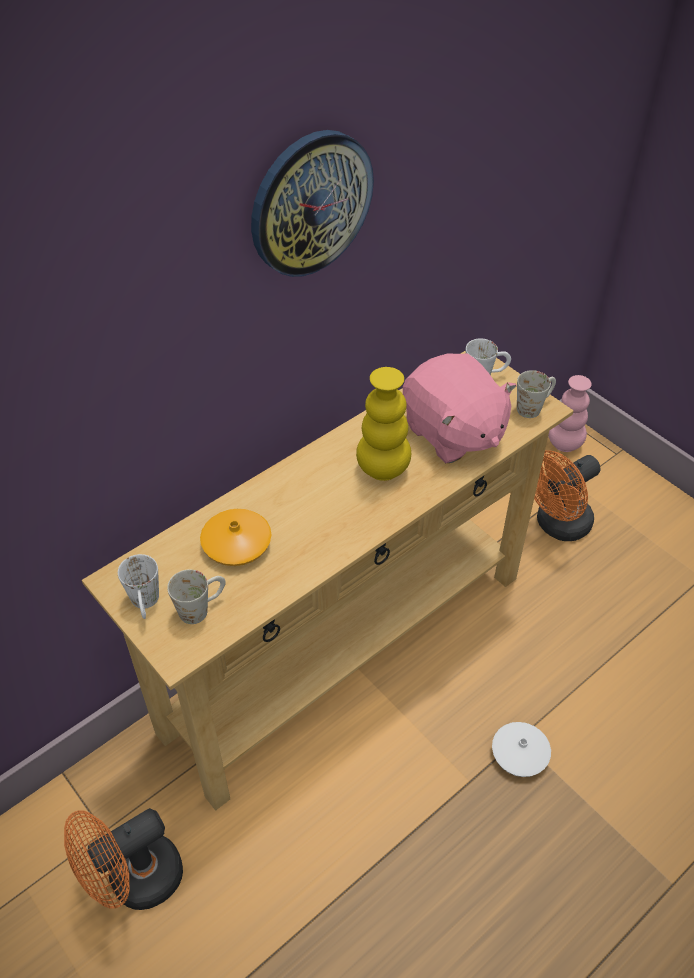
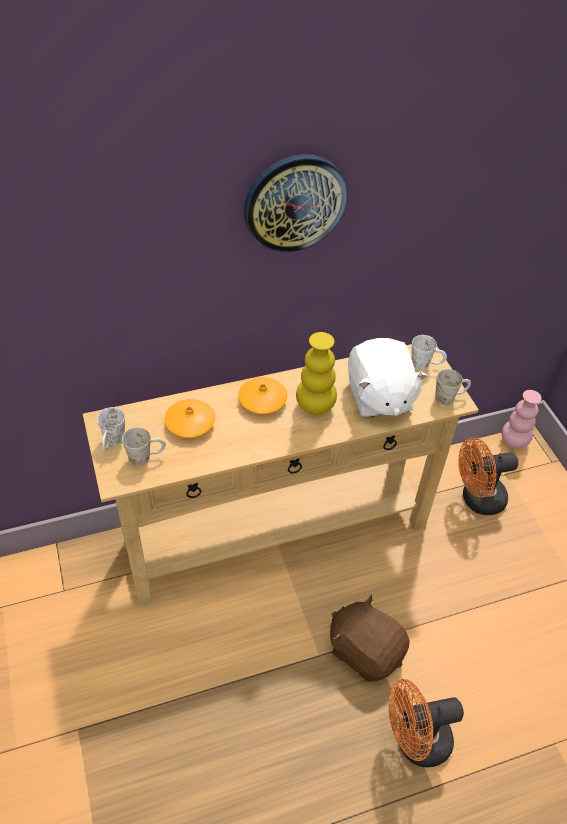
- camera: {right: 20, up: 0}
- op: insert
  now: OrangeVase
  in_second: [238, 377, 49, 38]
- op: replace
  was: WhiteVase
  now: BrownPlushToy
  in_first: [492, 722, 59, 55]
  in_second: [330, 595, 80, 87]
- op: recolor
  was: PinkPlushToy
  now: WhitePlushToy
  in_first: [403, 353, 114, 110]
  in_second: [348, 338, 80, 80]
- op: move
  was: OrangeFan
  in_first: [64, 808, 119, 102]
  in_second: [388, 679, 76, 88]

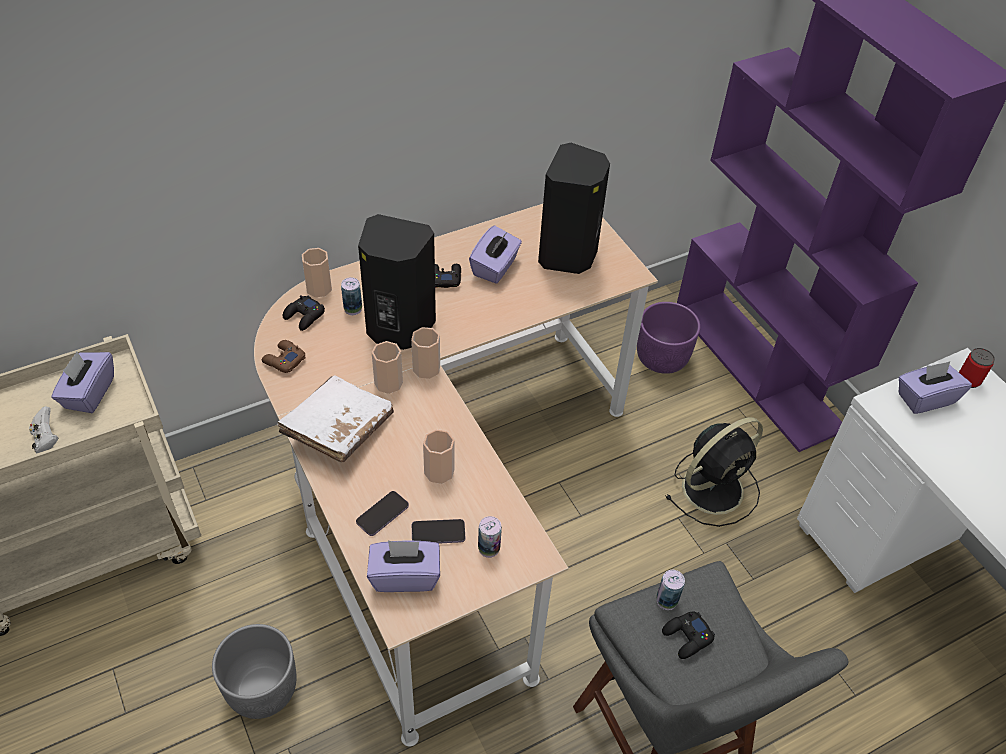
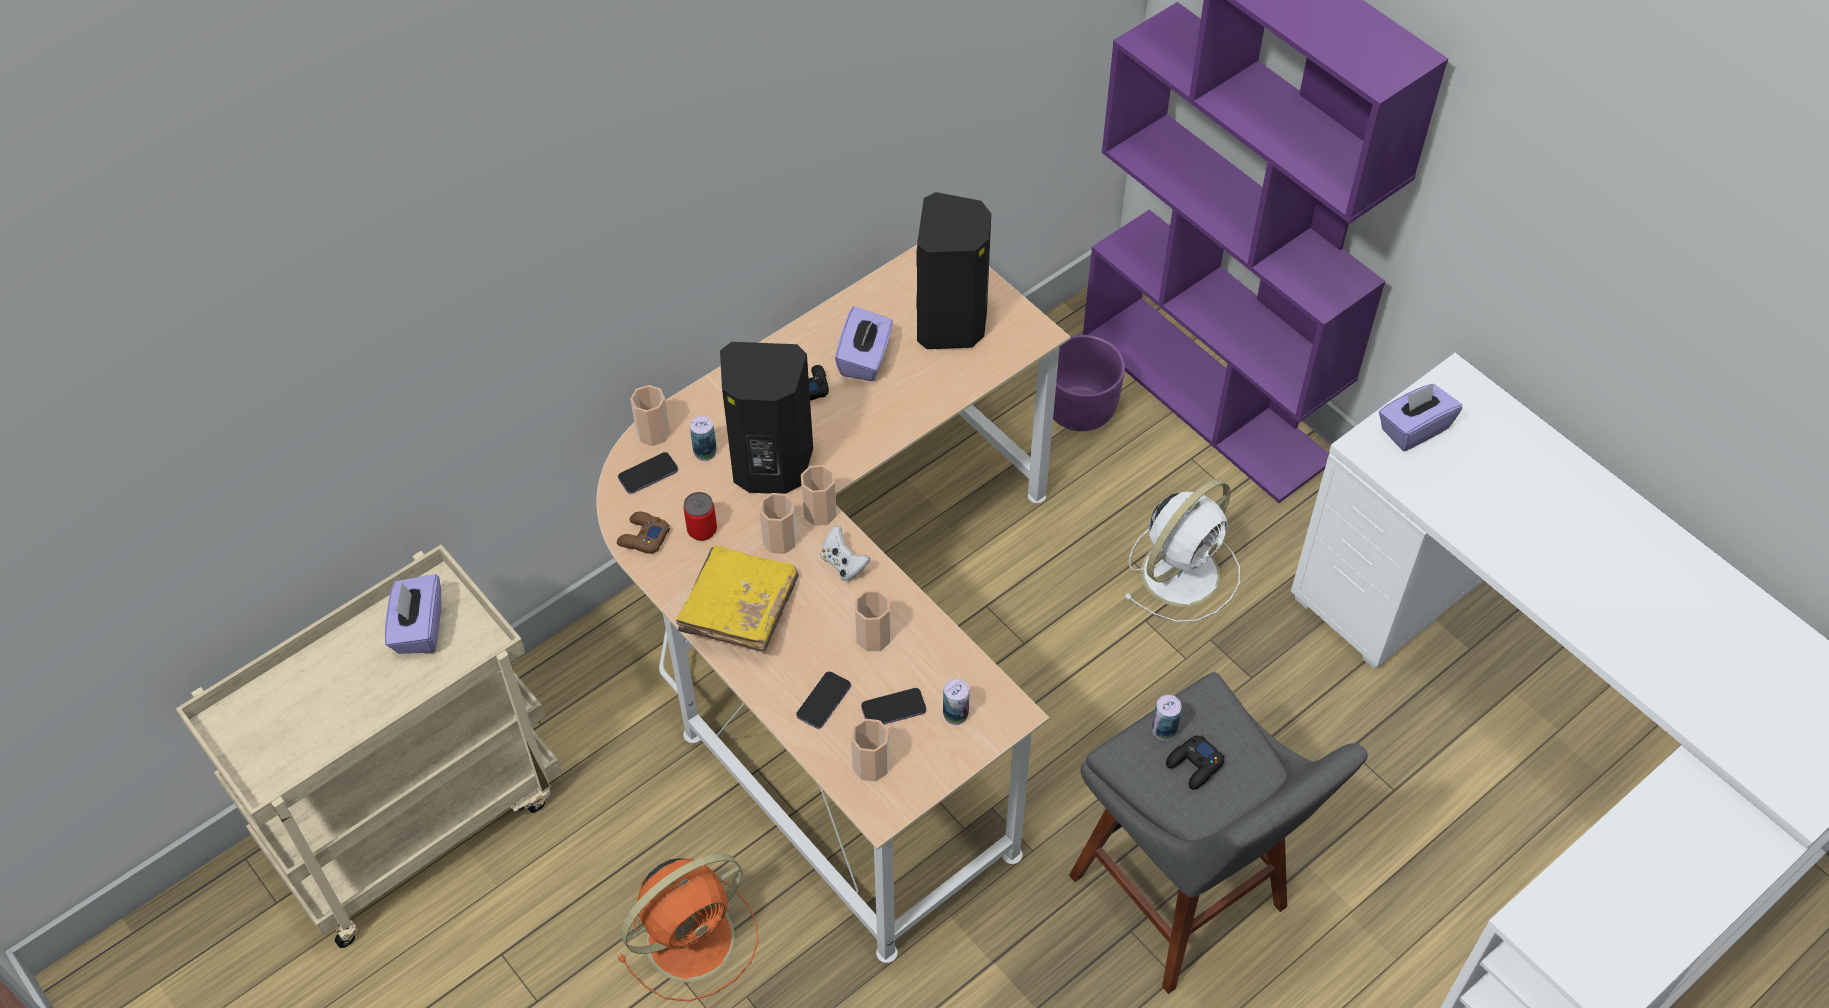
- camera: {right: -10, up: 5}
- op: replace
  was: BlackGameController
  now: Phone
  in_first: [283, 295, 42, 36]
  in_second: [618, 452, 60, 42]
- op: replace
  was: GreyPlanter
  now: OrangeFan
  in_first: [212, 624, 84, 95]
  in_second: [618, 854, 140, 148]
- op: recolor
  was: WhiteBook
  now: YellowBook
  in_first: [277, 375, 117, 87]
  in_second: [676, 545, 123, 107]
- op: move
  was: Can
  in_first: [959, 348, 36, 40]
  in_second: [683, 492, 34, 49]
- op: move
  was: WhiteGameController
  in_first: [29, 406, 29, 48]
  in_second: [820, 526, 50, 56]
- op: replace
  was: PurpleTissueBox
  now: Cup
  in_first: [367, 540, 73, 52]
  in_second: [851, 719, 39, 63]
- op: recolor
  was: BlackFan
  now: WhiteFan
  in_first: [665, 417, 98, 110]
  in_second: [1123, 479, 117, 143]

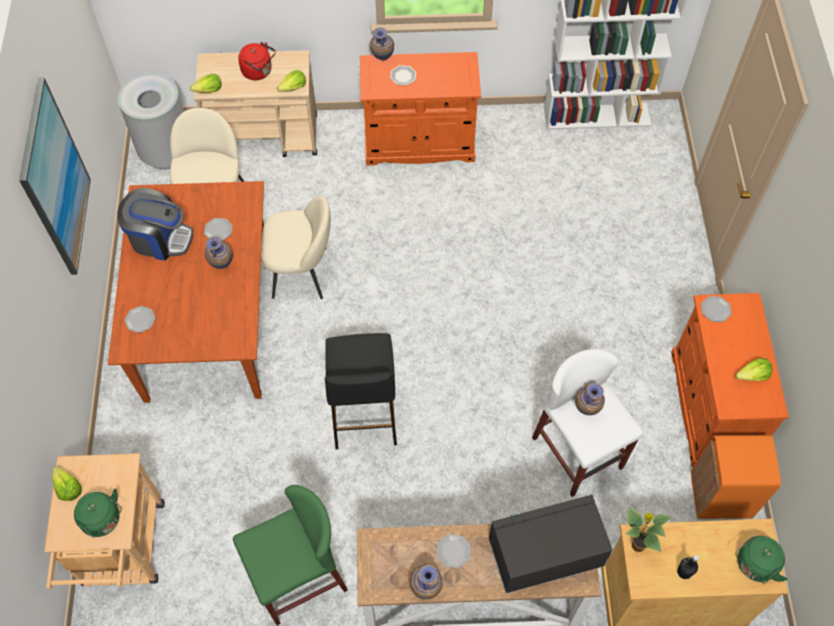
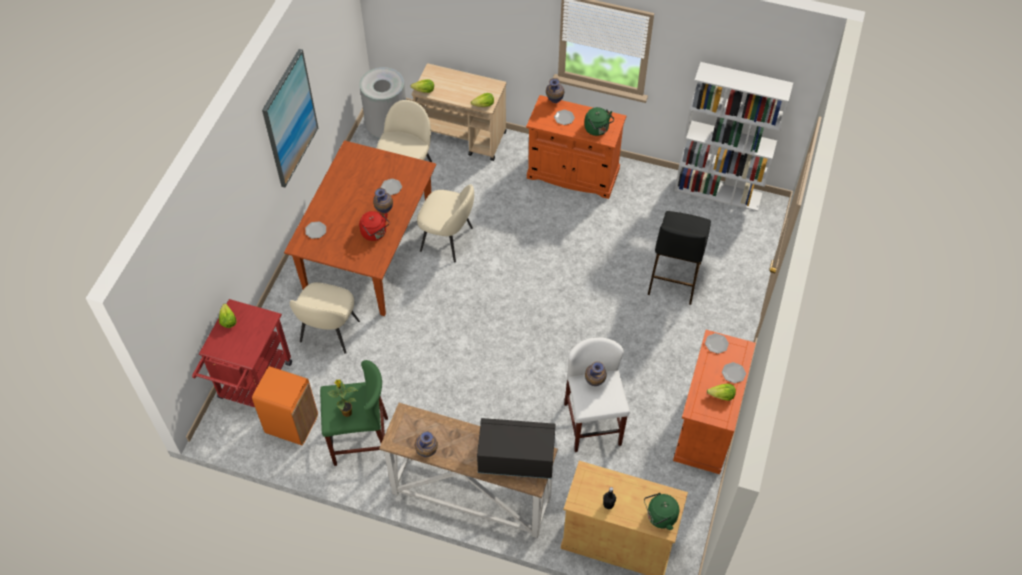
- camera: {right: 20, up: -5}
- op: recolor
  was: BeigeCart
  now: RedCart
  in_first: [44, 453, 121, 136]
  in_second: [192, 299, 100, 108]
- op: move
  was: OrangeTrashCan
  in_first: [691, 435, 90, 84]
  in_second: [252, 366, 66, 79]
- op: insert
  now: BeigeChair
  in_second: [290, 282, 70, 72]
- op: move
  was: PottedPlant
  in_first: [626, 507, 45, 45]
  in_second: [327, 380, 31, 37]
- op: move
  was: RedKettle
  in_first: [238, 42, 38, 38]
  in_second: [359, 211, 31, 30]
- op: move
  was: GreenKettle
  in_first: [74, 489, 48, 48]
  in_second: [584, 107, 30, 29]
- op: move
  was: BlackStool
  in_first: [325, 333, 72, 116]
  in_second: [648, 211, 63, 94]
- op: move
  was: Plate
  in_first: [436, 534, 35, 34]
  in_second: [722, 362, 24, 21]
- op: delete
  was: CoffeeMachine
  in_first: [117, 188, 76, 73]

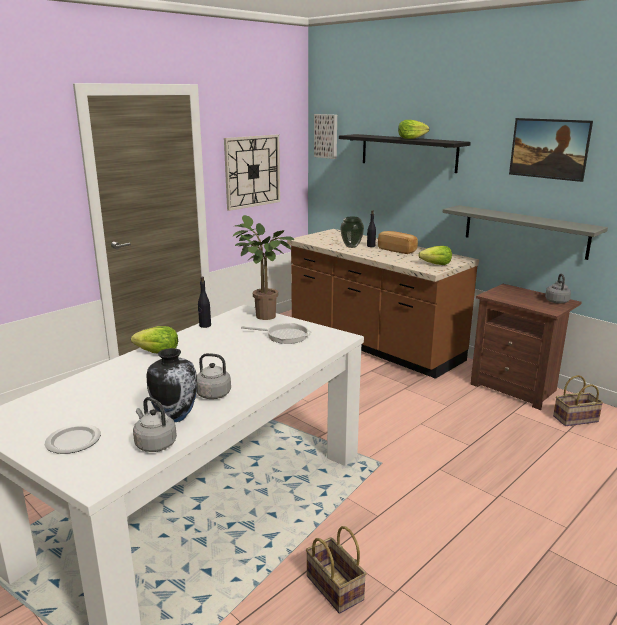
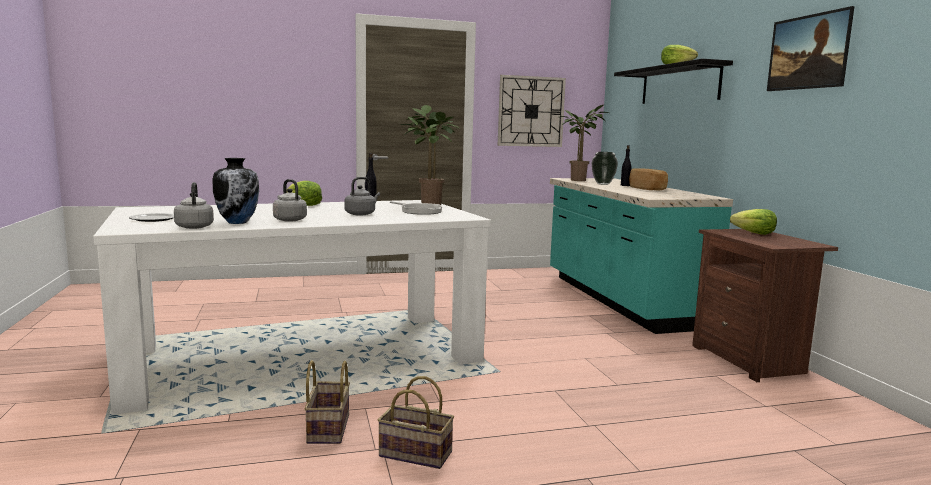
- camera: {right: 30, up: -10}
- op: move
  was: GreyKettle
  in_first: [545, 273, 26, 31]
  in_second: [345, 177, 35, 39]
- op: move
  was: Basket
  in_first: [553, 375, 50, 51]
  in_second: [378, 376, 76, 93]
- op: recolor
  was: BrownCounter
  now: TurquoiseCounter
  in_first: [287, 229, 192, 150]
  in_second: [550, 178, 183, 156]
- op: insert
  now: PottedPlant
  in_second: [560, 105, 49, 76]
- op: move
  was: Lettuce
  in_first: [419, 246, 33, 19]
  in_second: [730, 209, 47, 26]
- op: delete
  was: Picture
  in_first: [314, 114, 23, 45]
- op: delete
  was: GreyShelf
  in_first: [443, 205, 165, 55]

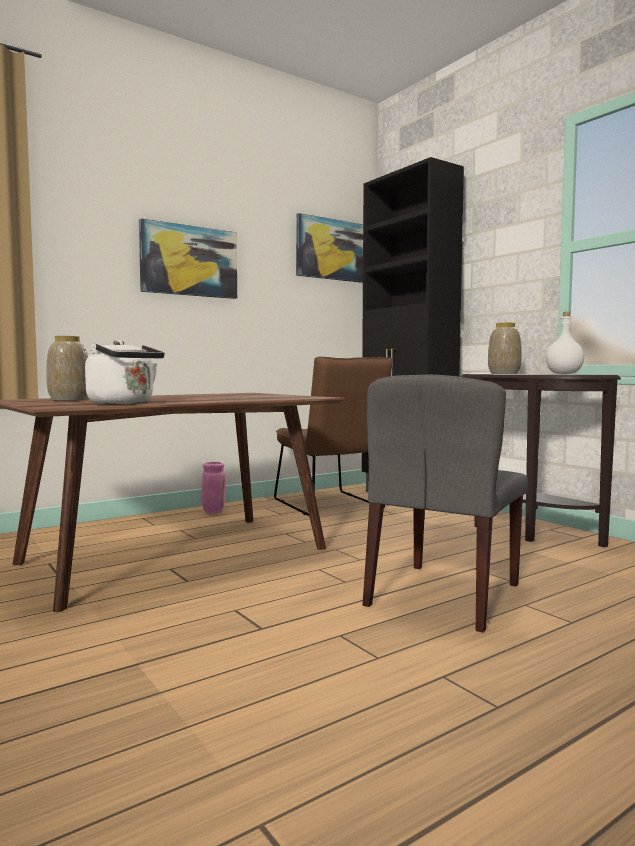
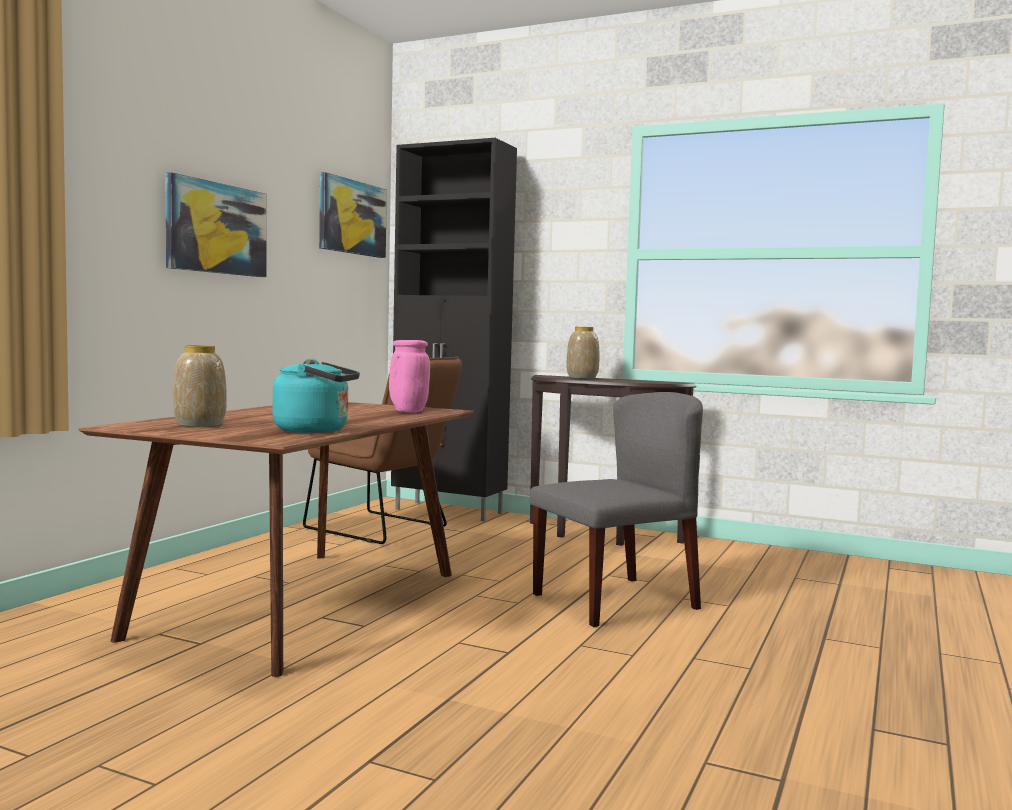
- camera: {right: -30, up: 0}
- op: recolor
  was: WhiteKettle
  now: TurquoiseKettle
  in_first: [85, 340, 80, 64]
  in_second: [273, 358, 87, 75]
- op: move
  was: PinkVase
  in_first: [201, 462, 25, 51]
  in_second: [389, 340, 41, 73]
- op: rotate
  was: GreyChair
  in_first: [363, 375, 165, 258]
  in_second: [529, 392, 174, 235]
  clockwise: -120
- op: delete
  was: WhiteBottle
  in_first: [546, 312, 38, 62]

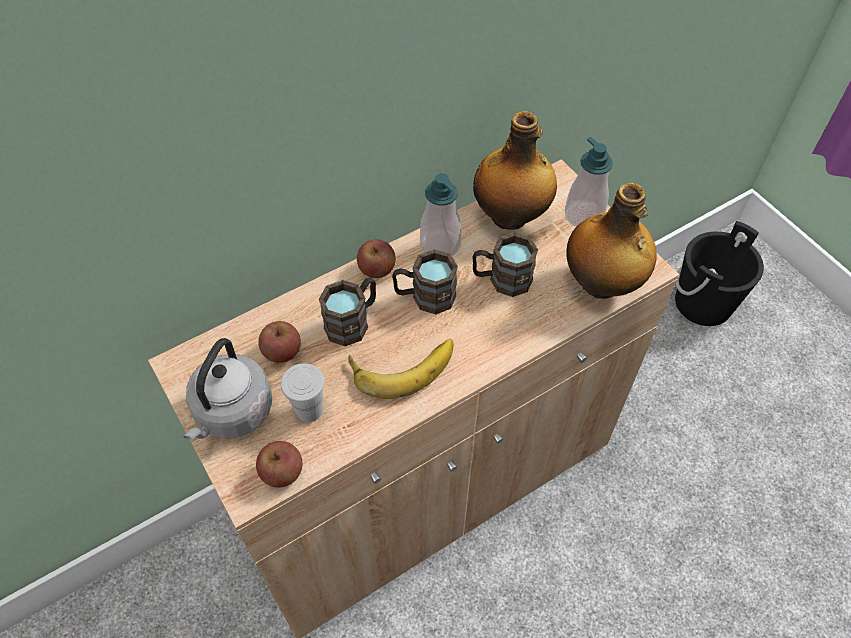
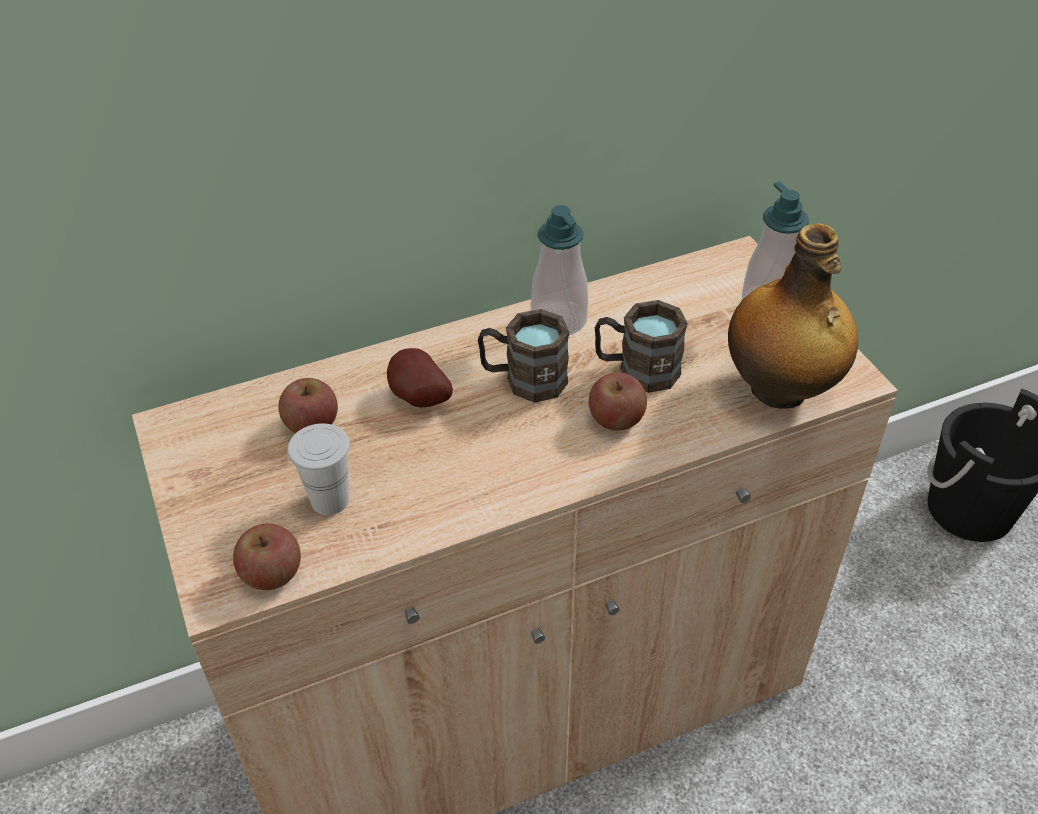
- camera: {right: 10, up: -10}
- op: replace
  was: BrownMug
  now: Potato
  in_first: [319, 277, 57, 69]
  in_second: [387, 348, 66, 60]
- op: move
  was: Apple
  in_first: [357, 239, 39, 39]
  in_second: [589, 372, 58, 59]
- op: delete
  was: GreyKettle
  in_first: [184, 338, 88, 103]
- op: delete
  was: Banana
  in_first: [348, 339, 106, 60]
- op: delete
  was: Bottle
  in_first: [473, 111, 84, 119]

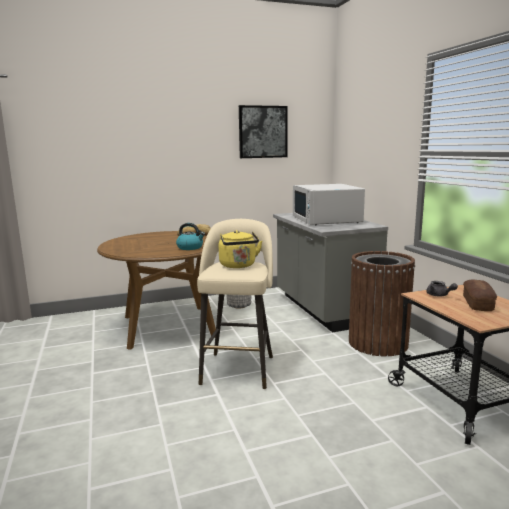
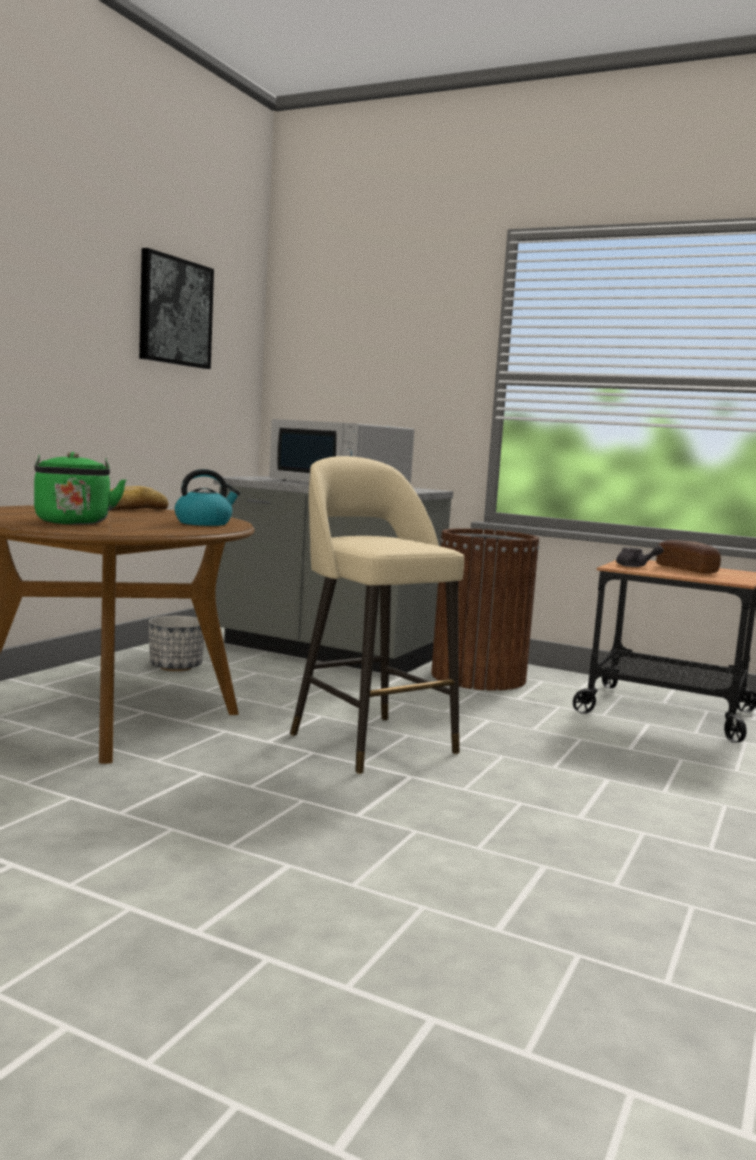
- camera: {right: -45, up: -5}
- op: insert
  now: GreenKettle
  in_second: [34, 452, 93, 73]
- op: delete
  was: YellowKettle
  in_first: [219, 230, 43, 38]

